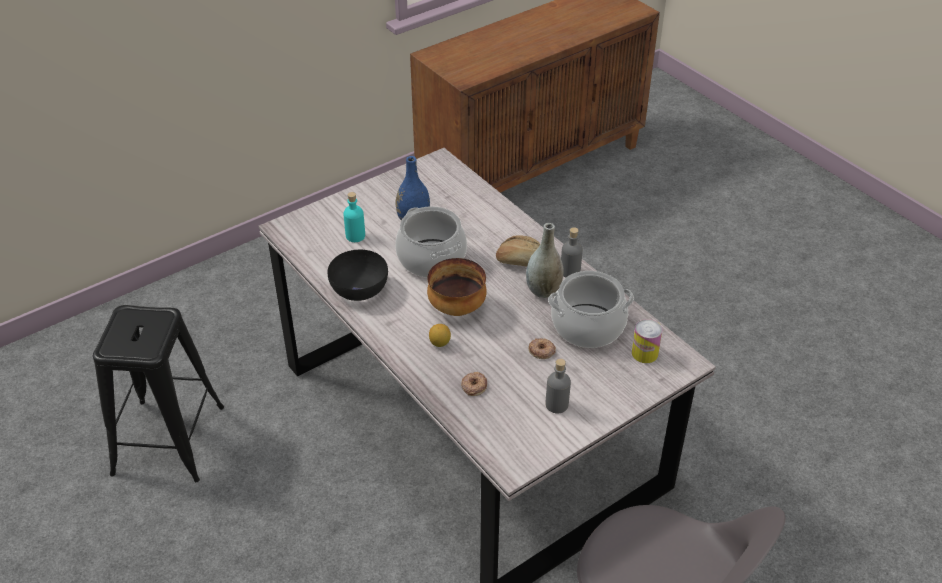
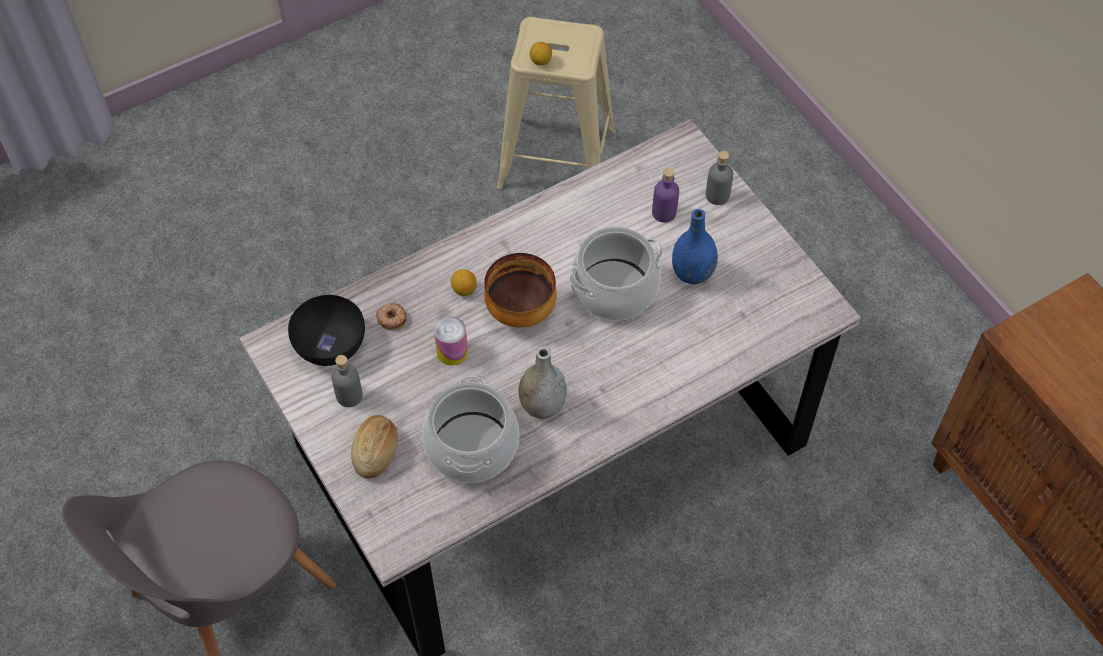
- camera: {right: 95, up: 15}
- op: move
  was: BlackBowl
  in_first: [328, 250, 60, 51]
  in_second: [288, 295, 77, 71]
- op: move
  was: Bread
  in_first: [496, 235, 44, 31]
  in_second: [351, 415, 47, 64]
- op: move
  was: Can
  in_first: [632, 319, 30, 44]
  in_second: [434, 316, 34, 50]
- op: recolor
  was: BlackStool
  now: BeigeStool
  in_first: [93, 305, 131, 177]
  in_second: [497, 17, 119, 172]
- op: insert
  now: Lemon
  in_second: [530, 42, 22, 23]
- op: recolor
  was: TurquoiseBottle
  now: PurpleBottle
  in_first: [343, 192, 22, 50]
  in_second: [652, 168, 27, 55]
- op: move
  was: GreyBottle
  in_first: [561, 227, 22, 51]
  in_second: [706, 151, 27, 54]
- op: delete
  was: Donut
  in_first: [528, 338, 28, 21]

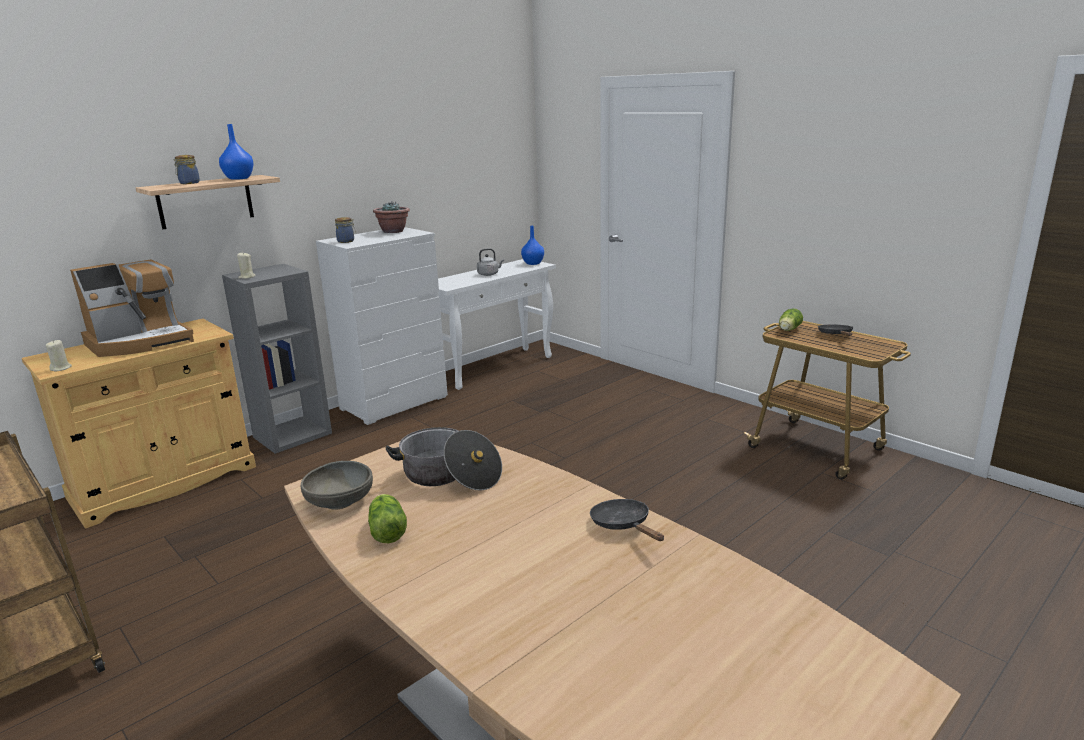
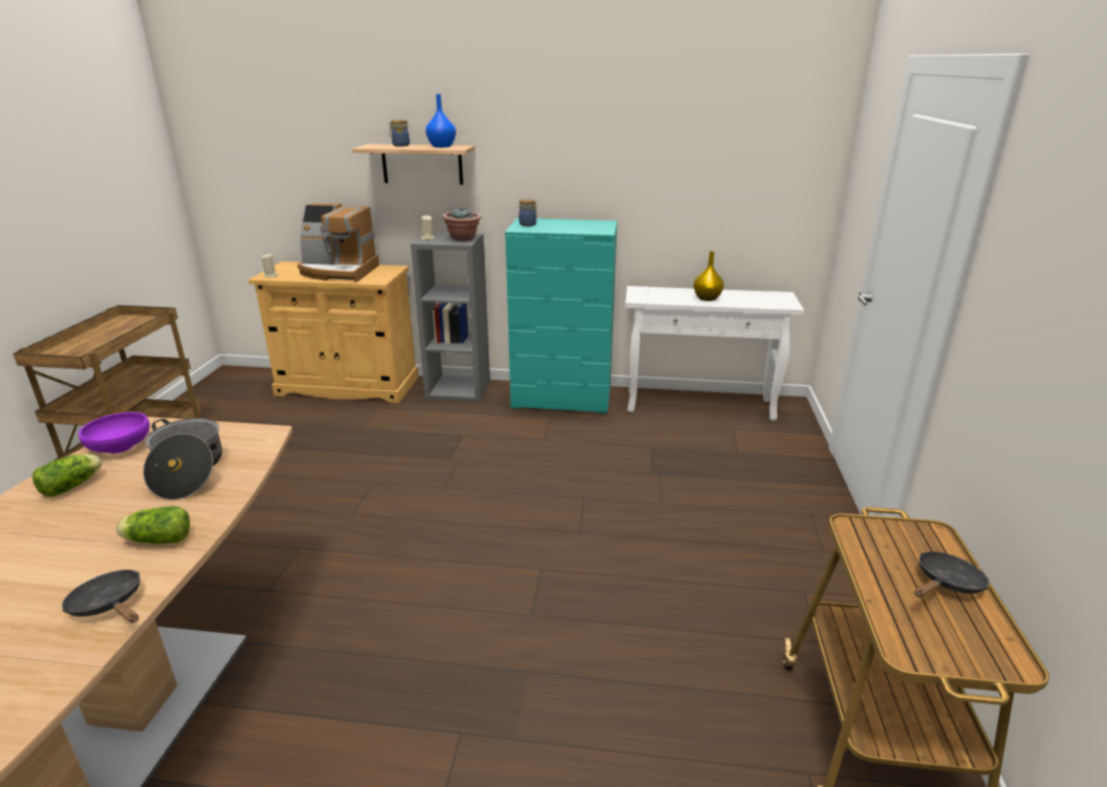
- camera: {right: 50, up: 5}
- op: rotate
  was: BlackFryingPan
  in_first: [590, 499, 74, 42]
  in_second: [62, 570, 78, 53]
  clockwise: -75
- op: recolor
  was: GreyBowl
  now: PurpleBowl
  in_first: [301, 461, 72, 49]
  in_second: [79, 412, 71, 41]
- op: move
  was: Lettuce
  in_first: [779, 308, 24, 23]
  in_second: [116, 506, 74, 38]
- op: move
  was: PottedPlant
  in_first: [373, 202, 37, 31]
  in_second: [443, 208, 38, 34]
- op: recolor
  was: WhiteDresser
  now: TurquoiseDresser
  in_first: [316, 227, 132, 198]
  in_second: [505, 218, 112, 196]
- op: replace
  was: GreyKettle
  now: YellowVase
  in_first: [477, 248, 27, 28]
  in_second: [694, 251, 30, 50]
- op: delete
  was: BlueVase
  in_first: [521, 226, 23, 39]

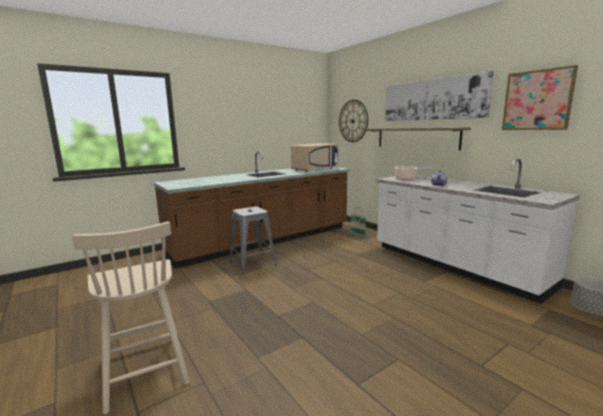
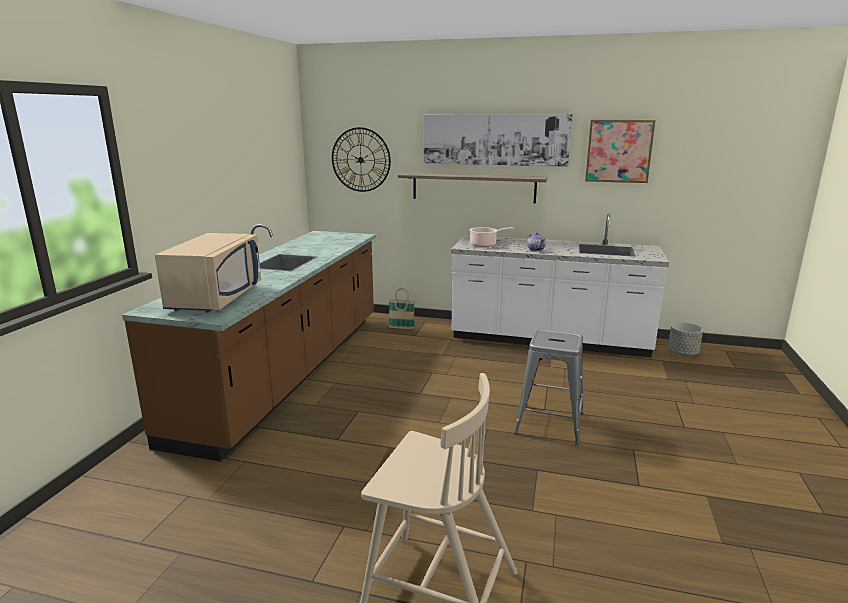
- camera: {right: -40, up: 5}
- op: move
  was: BeigeMicrowave
  in_first: [291, 143, 47, 29]
  in_second: [155, 233, 106, 80]
- op: move
  was: GreyStool
  in_first: [229, 207, 48, 67]
  in_second: [514, 329, 69, 116]

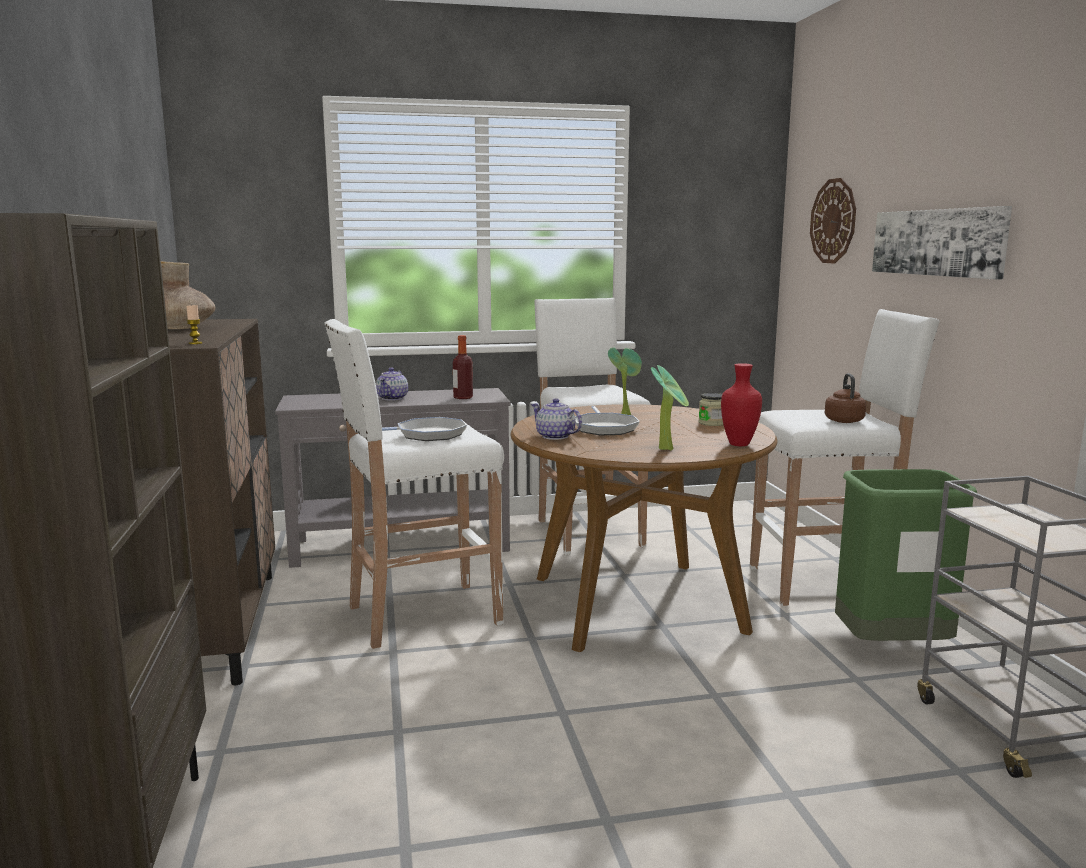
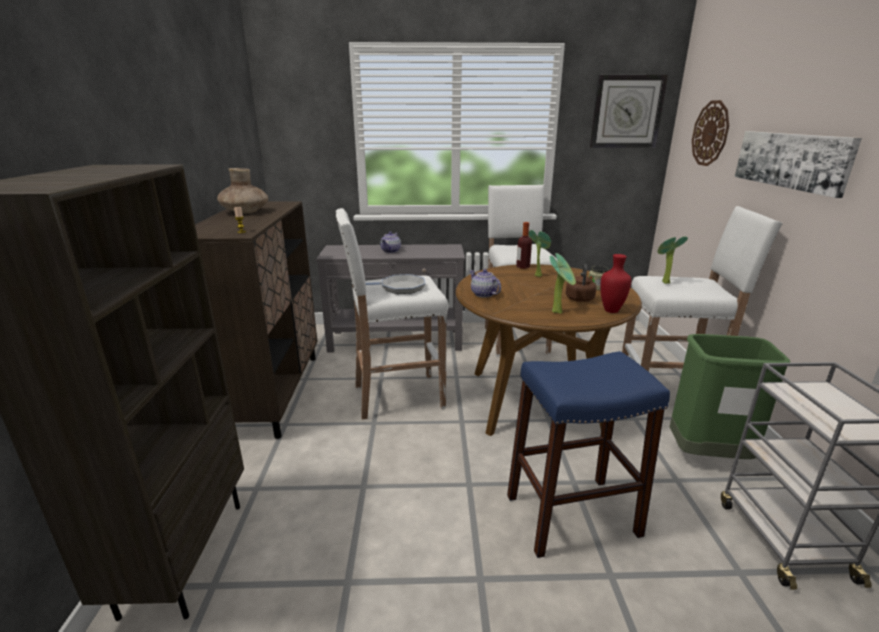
- camera: {right: 10, up: 10}
- op: insert
  now: BlueStool
  in_second: [507, 351, 163, 207]
- op: move
  was: Bottle
  in_first: [453, 335, 20, 64]
  in_second: [516, 222, 16, 47]
- op: move
  was: BrownKettle
  in_first: [825, 373, 41, 50]
  in_second: [566, 264, 31, 38]
- op: insert
  now: WallClock
  in_second: [590, 75, 78, 73]
- op: insert
  now: PottedPlant
  in_second: [657, 236, 31, 48]
- op: delete
  was: FryingPan
  in_first: [575, 406, 65, 29]

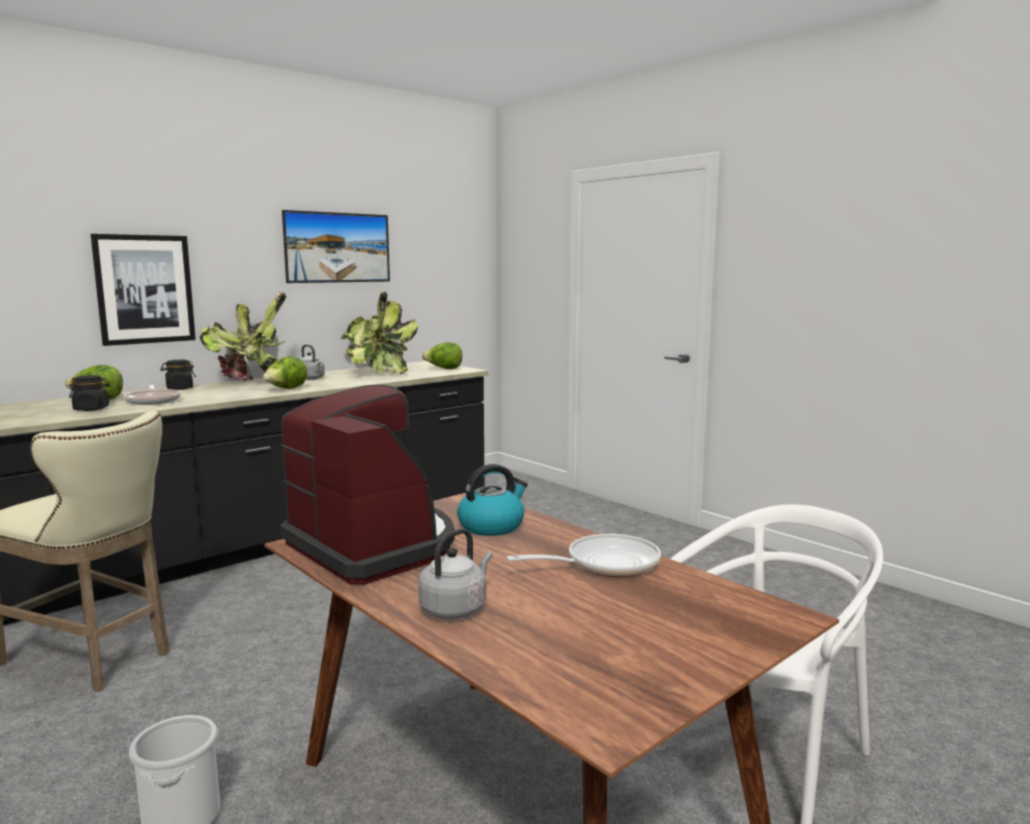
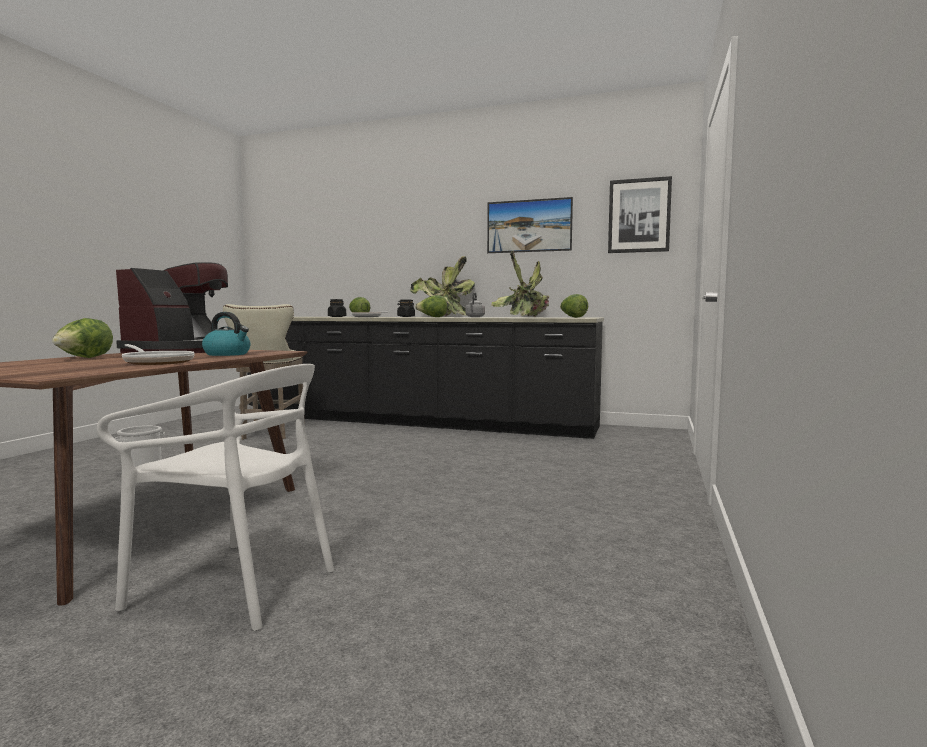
- camera: {right: 60, up: -5}
- op: replace
  was: GreyKettle
  now: Lettuce
  in_first: [418, 528, 75, 91]
  in_second: [52, 318, 61, 40]
- op: move
  was: Picture
  in_first: [91, 234, 105, 112]
  in_second: [608, 176, 64, 77]

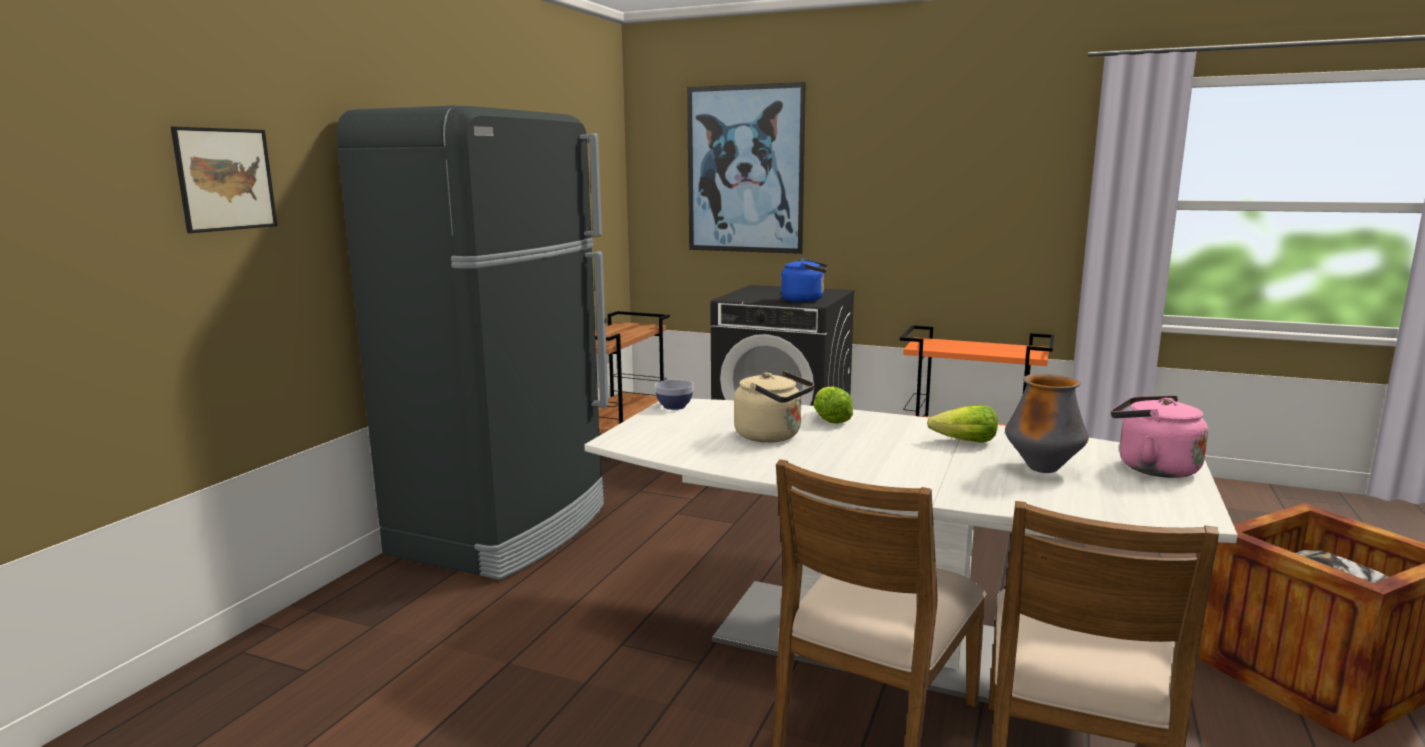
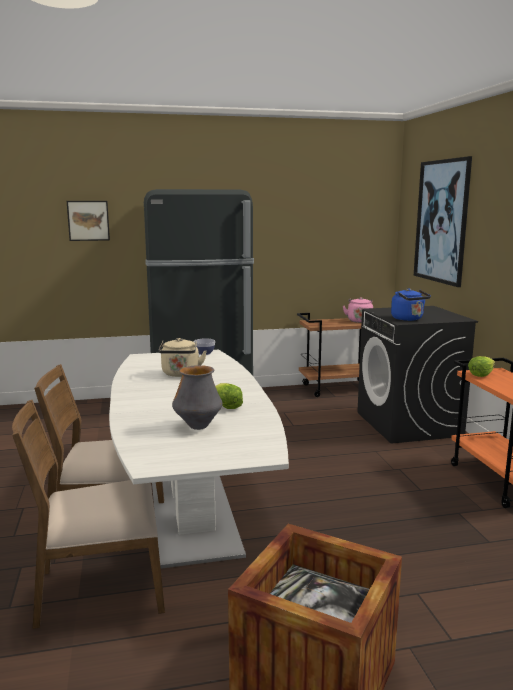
- camera: {right: 55, up: 0}
- op: move
  was: PinkKettle
  in_first: [1111, 395, 97, 83]
  in_second: [343, 297, 30, 26]
- op: move
  was: Lettuce
  in_first: [814, 386, 39, 38]
  in_second: [468, 356, 27, 21]

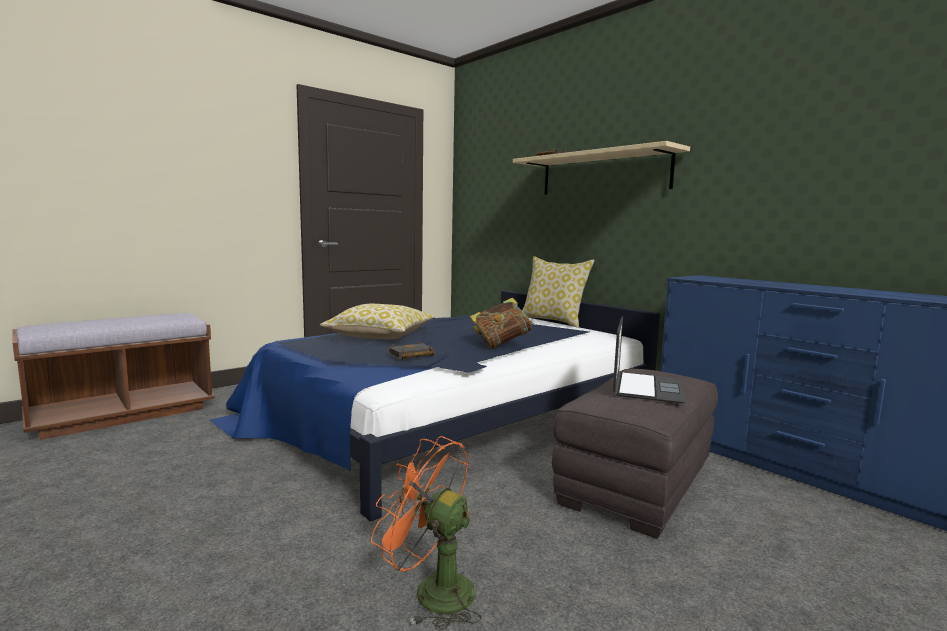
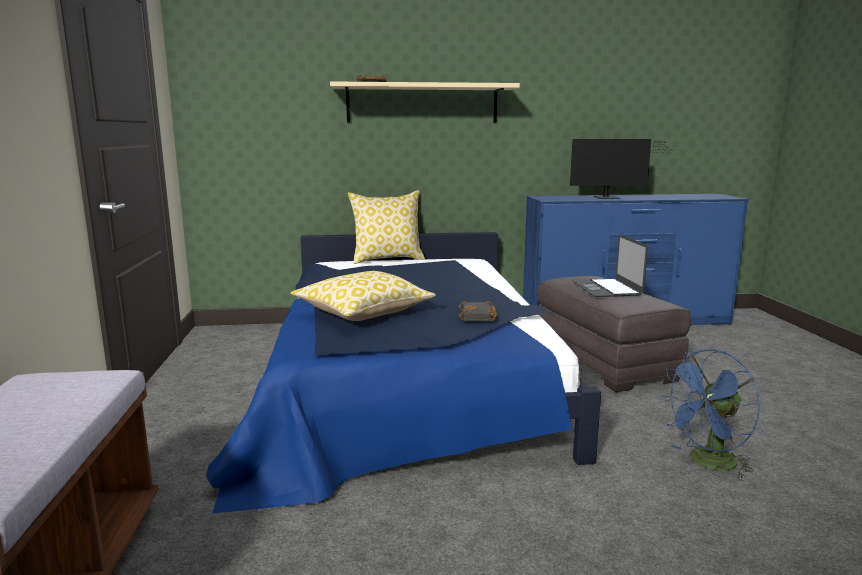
- camera: {right: -55, up: 5}
- op: insert
  now: Monitor
  in_second: [570, 139, 101, 60]
- op: rotate
  was: Laptop
  in_first: [613, 316, 73, 87]
  in_second: [572, 234, 76, 63]
  clockwise: -150
- op: recolor
  was: OrangeFan
  now: BlueFan
  in_first: [371, 436, 111, 195]
  in_second: [660, 349, 100, 130]
- op: delete
  was: Book
  in_first: [470, 298, 64, 51]

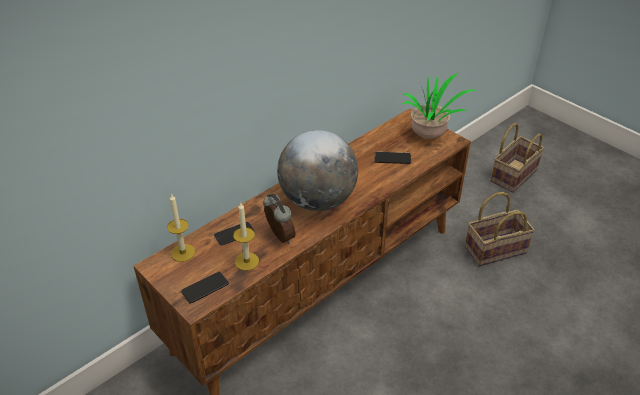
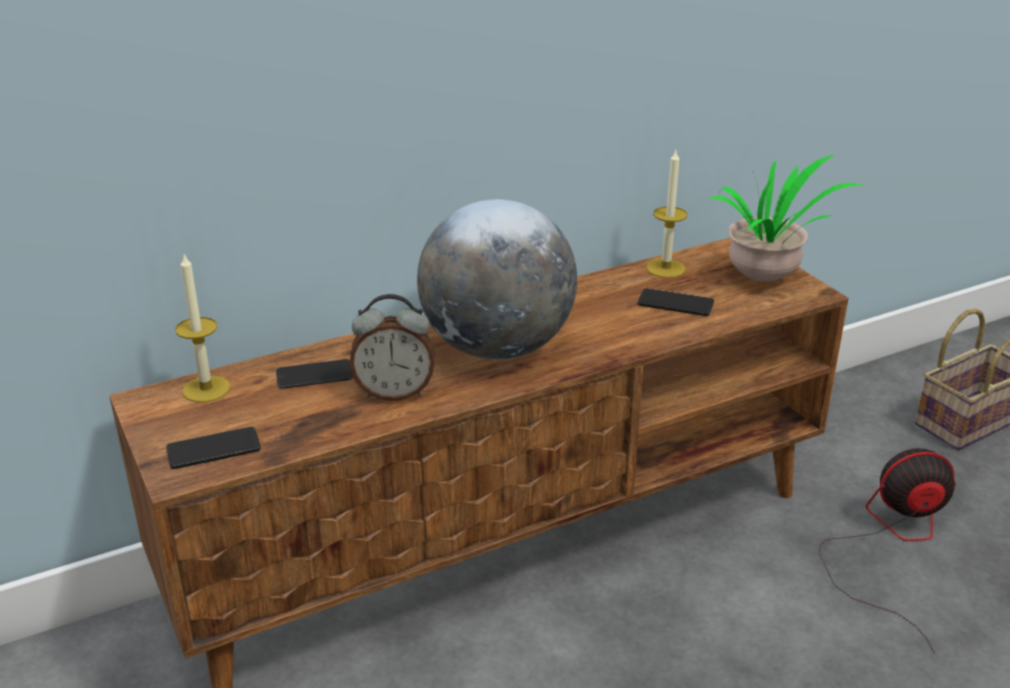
- camera: {right: 15, up: -10}
- op: rotate
  was: AlarmClock
  in_first: [263, 194, 33, 50]
  in_second: [350, 294, 85, 107]
  clockwise: 105
- op: move
  was: Candle
  in_first: [233, 203, 26, 68]
  in_second: [646, 150, 42, 128]
- op: replace
  was: Basket
  now: Fan
  in_first: [465, 192, 70, 74]
  in_second: [819, 448, 137, 205]

